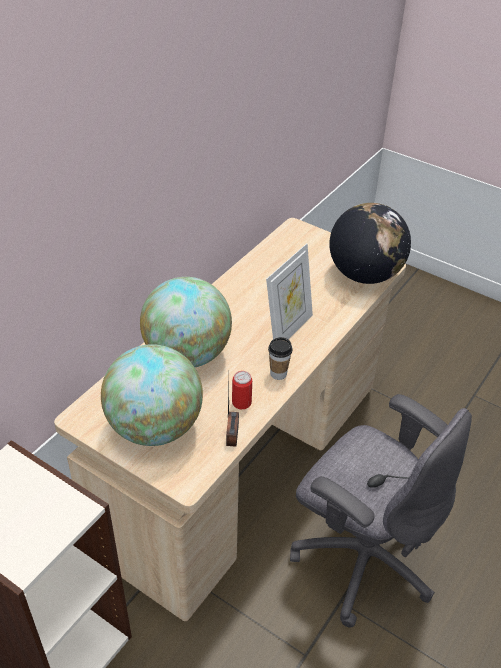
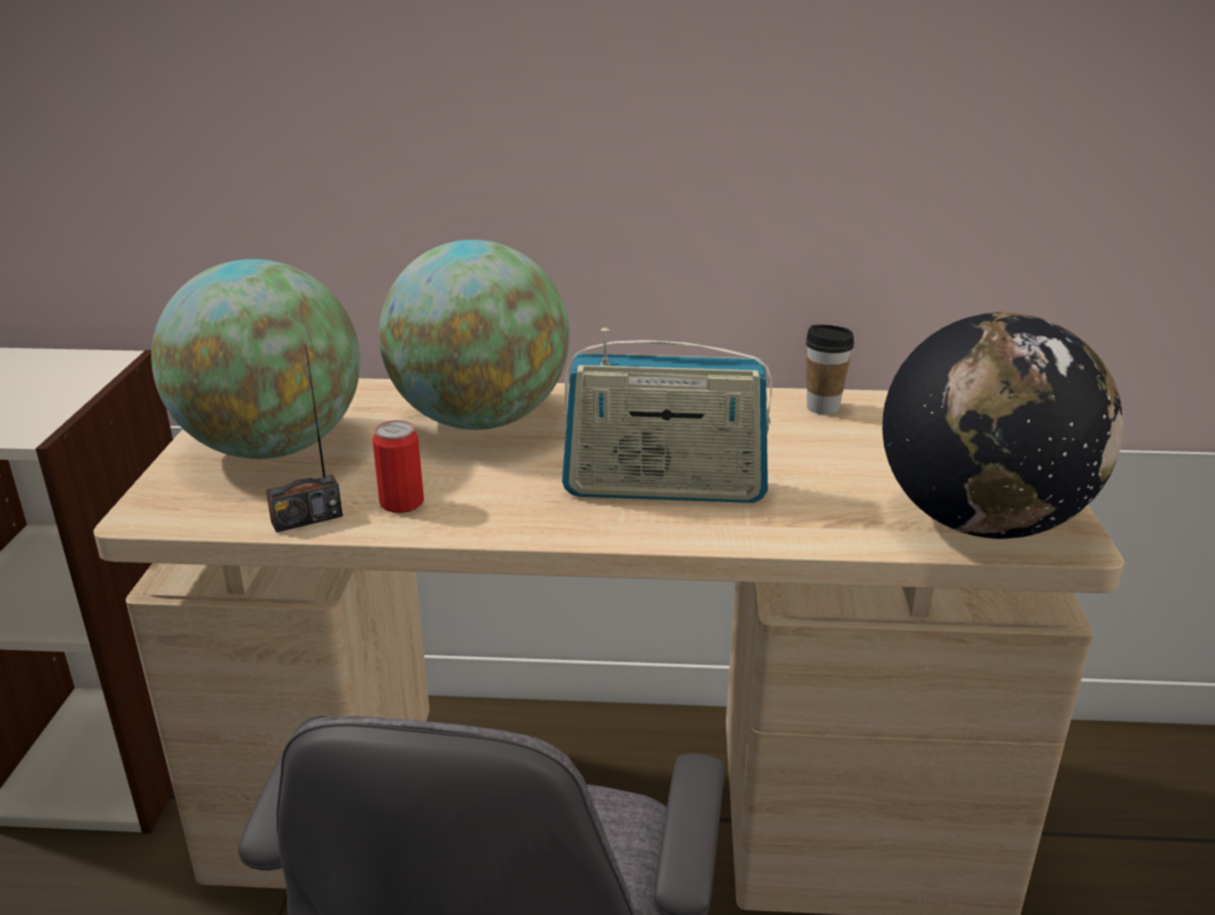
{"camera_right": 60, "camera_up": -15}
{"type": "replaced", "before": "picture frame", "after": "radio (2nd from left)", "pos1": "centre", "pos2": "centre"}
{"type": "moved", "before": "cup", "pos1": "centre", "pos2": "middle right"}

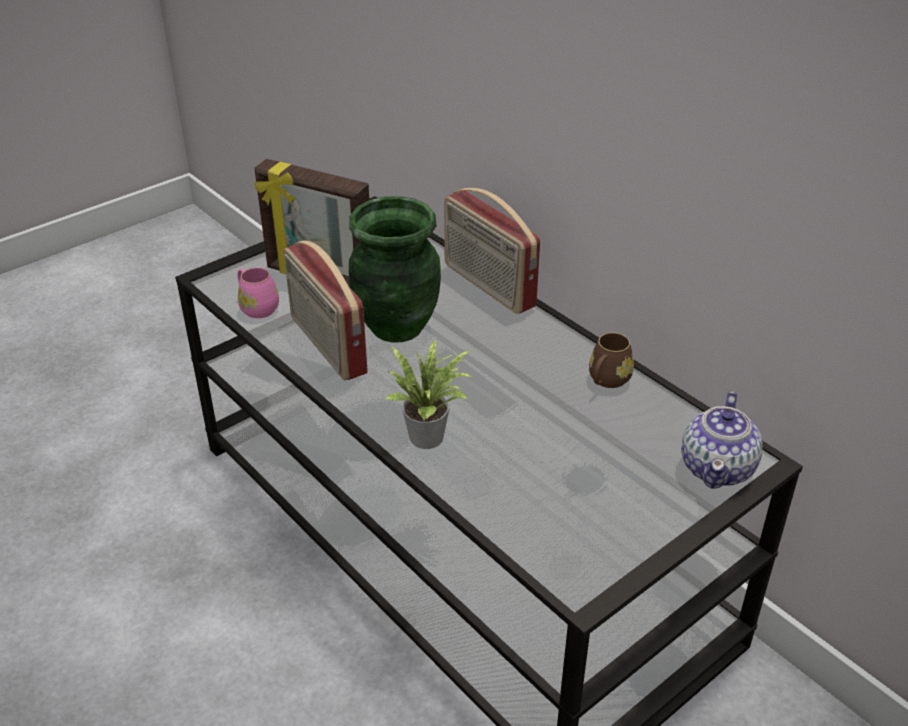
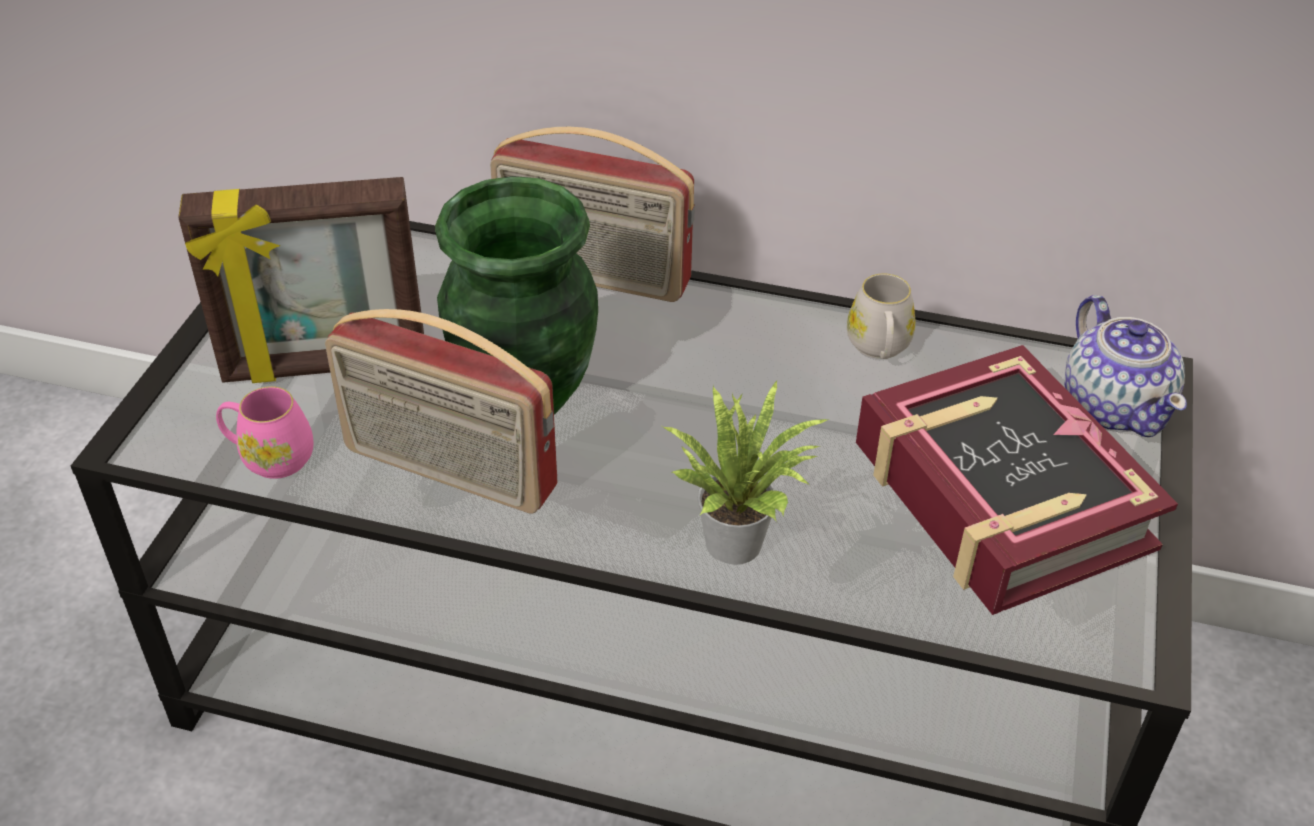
{"camera_right": -35, "camera_up": 5}
{"type": "recoloured", "before": "mug (brown)", "after": "mug (white)", "pos1": "middle right", "pos2": "middle right"}
{"type": "added", "after": "book", "pos2": "middle right"}

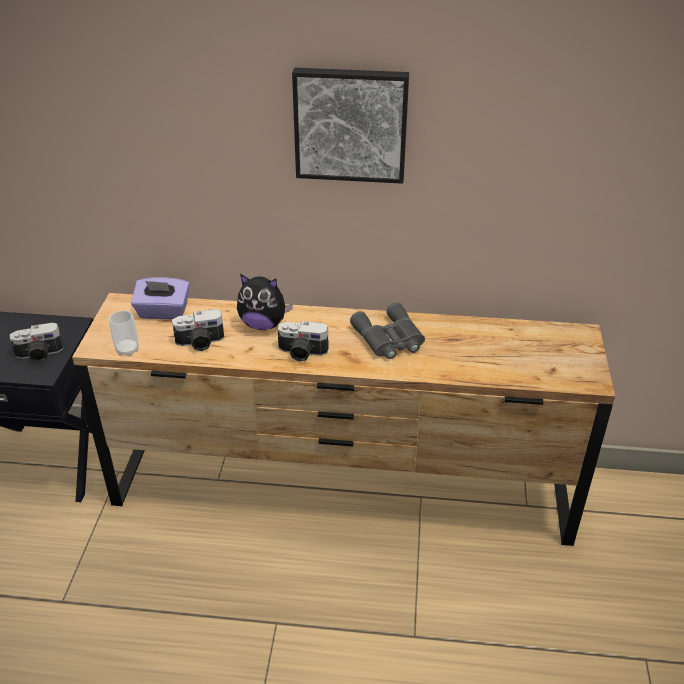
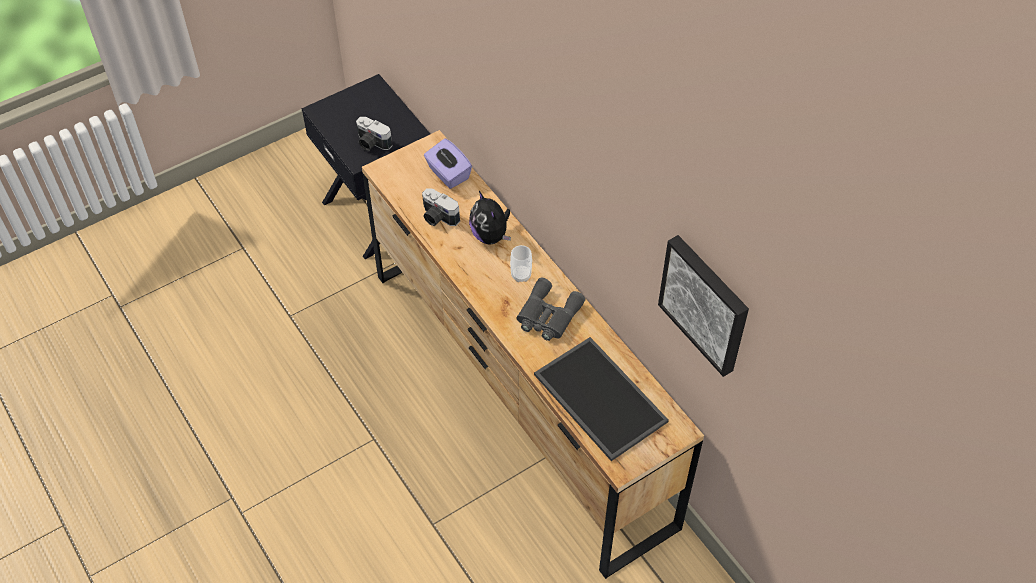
{"camera_right": 50, "camera_up": 15}
{"type": "moved", "before": "picture", "pos1": "top centre", "pos2": "middle right"}
{"type": "moved", "before": "cup", "pos1": "middle left", "pos2": "centre"}
{"type": "removed", "before": "photo camera (3rd from left)", "pos1": "centre"}
{"type": "added", "after": "tray", "pos2": "bottom centre"}

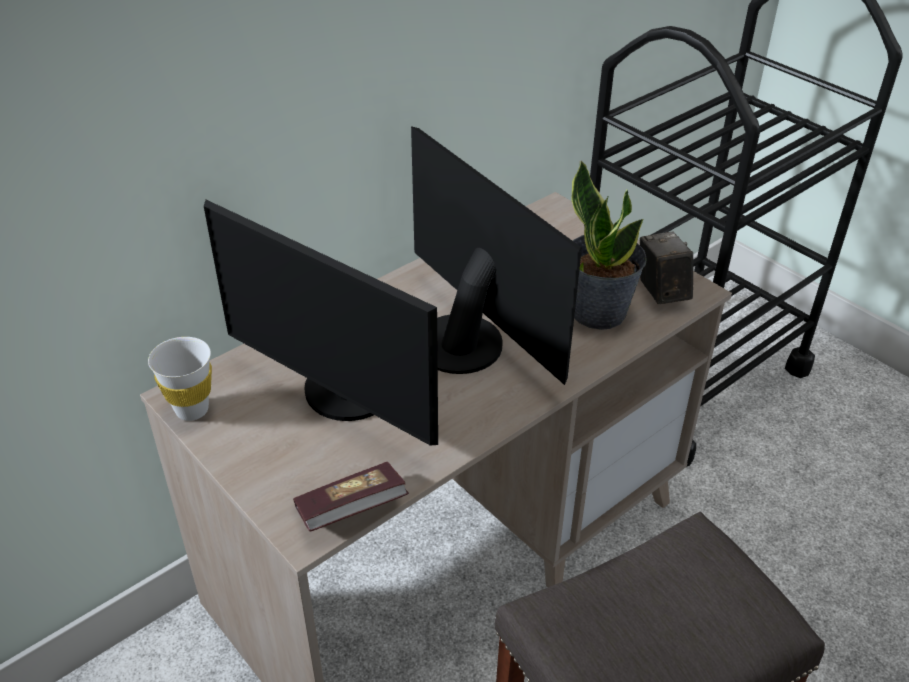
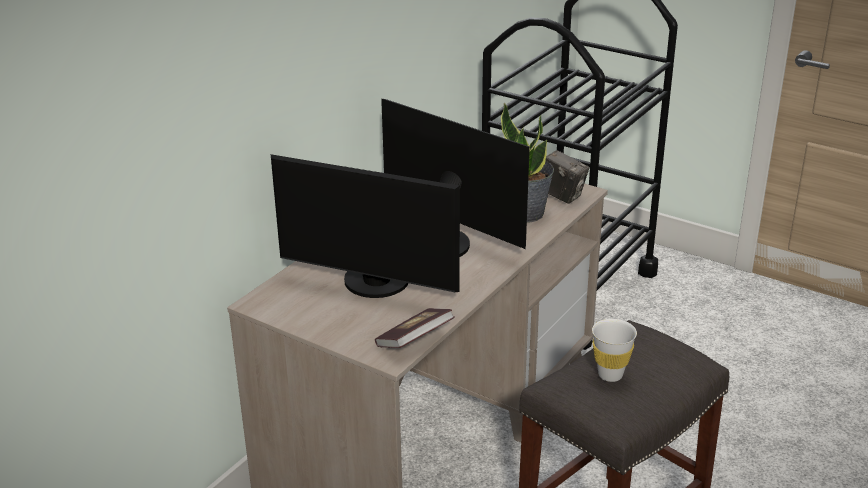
{"camera_right": -15, "camera_up": -10}
{"type": "turned", "before": "photo camera", "pos1": "middle right", "pos2": "centre", "turn": 150}
{"type": "moved", "before": "cup (white)", "pos1": "middle left", "pos2": "bottom right"}

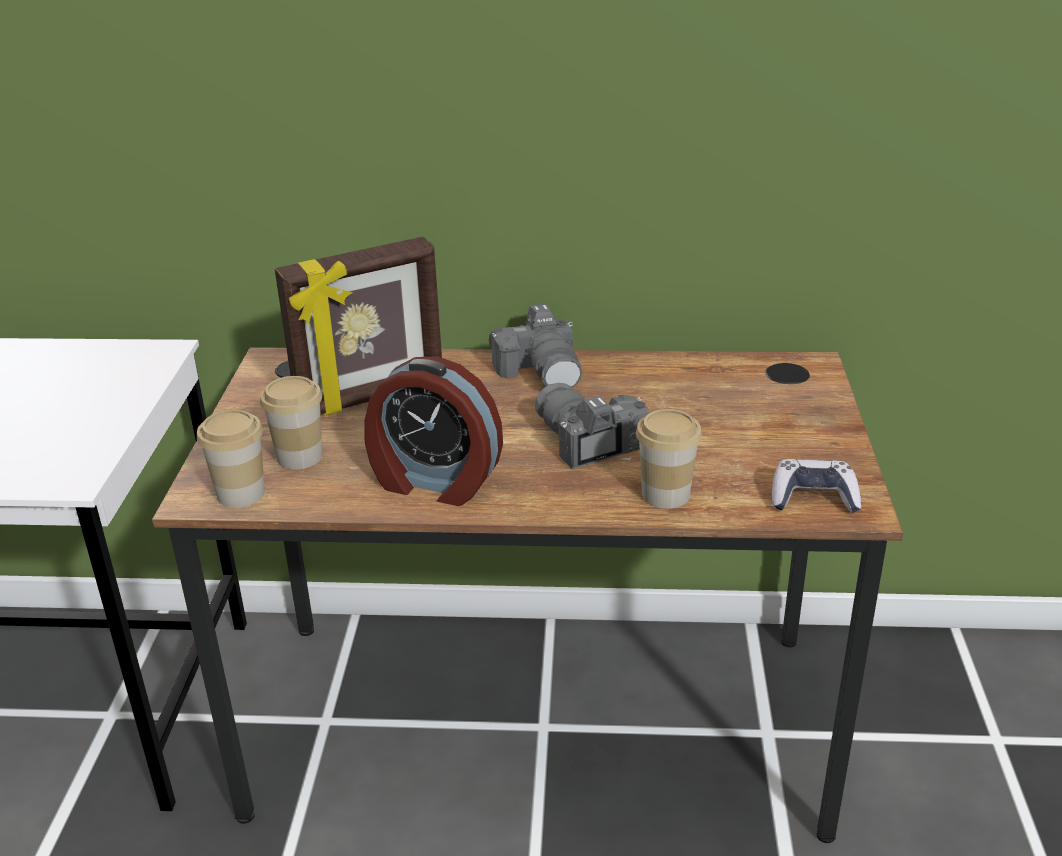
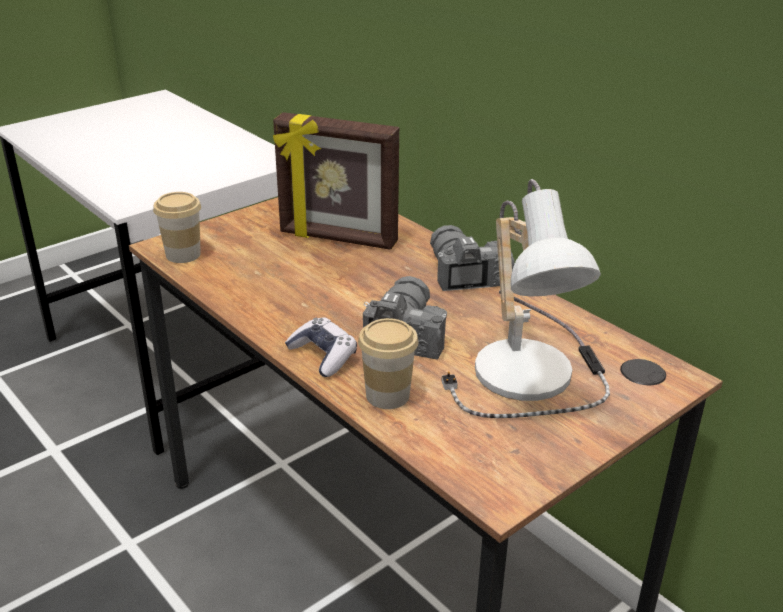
{"camera_right": 45, "camera_up": 0}
{"type": "turned", "before": "photo camera (1st from left in the first image)", "pos1": "centre", "pos2": "centre", "turn": 135}
{"type": "removed", "before": "alarm clock", "pos1": "centre"}
{"type": "removed", "before": "cup (2nd from left)", "pos1": "middle left"}
{"type": "moved", "before": "game controller", "pos1": "middle right", "pos2": "centre"}
{"type": "added", "after": "table lamp", "pos2": "middle right"}

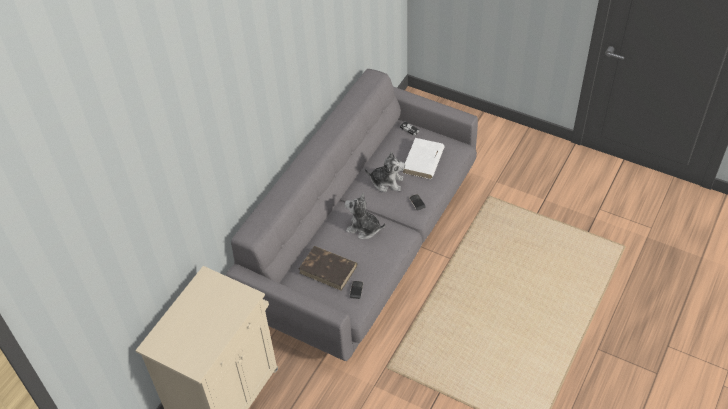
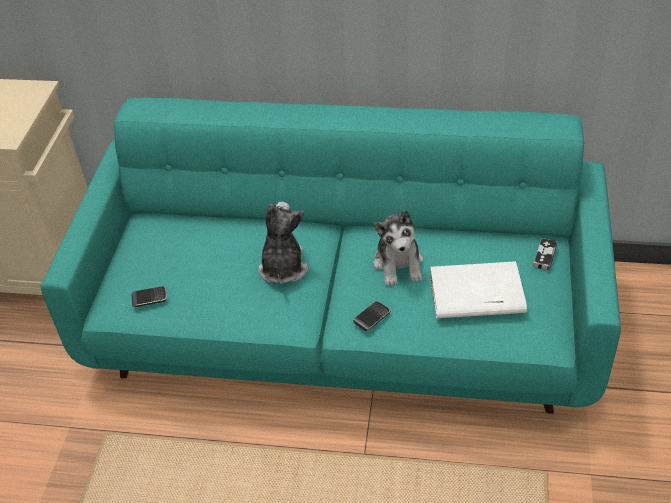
{"camera_right": 70, "camera_up": -5}
{"type": "recoloured", "before": "sofa (grey)", "after": "sofa (turquoise)", "pos1": "centre", "pos2": "centre"}
{"type": "removed", "before": "book (brown)", "pos1": "centre"}

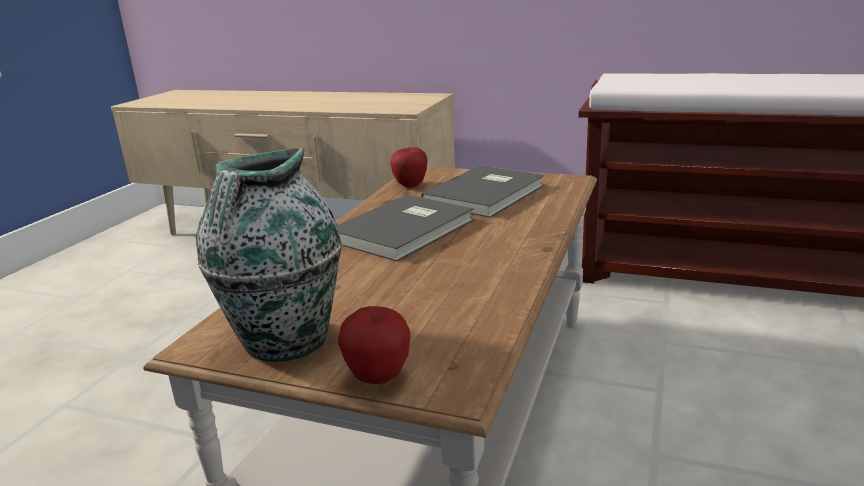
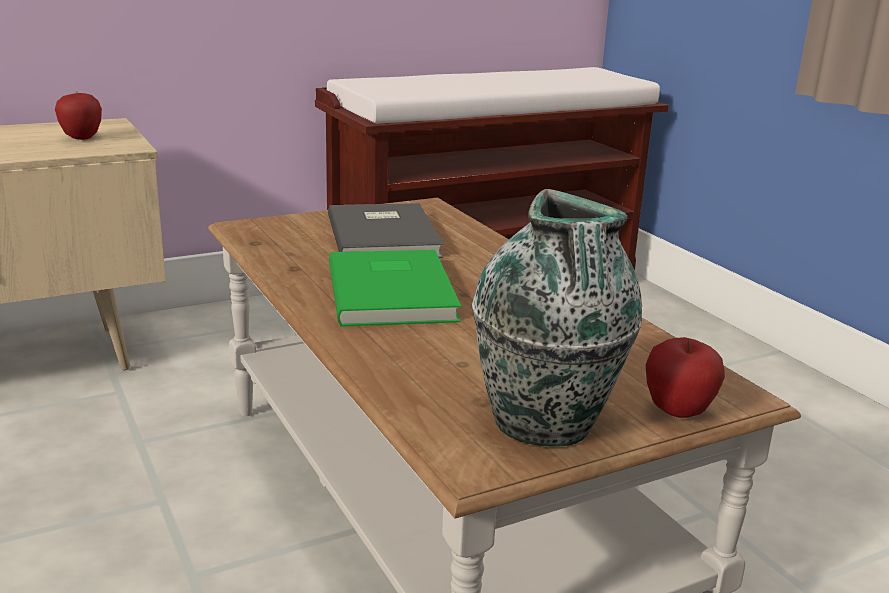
{"camera_right": -50, "camera_up": 0}
{"type": "moved", "before": "apple (2nd from left in the first image)", "after": "apple (1st from left)", "pos1": "centre", "pos2": "top left"}
{"type": "recoloured", "before": "book (grey) (1st from left)", "after": "book (green)", "pos1": "centre", "pos2": "centre"}

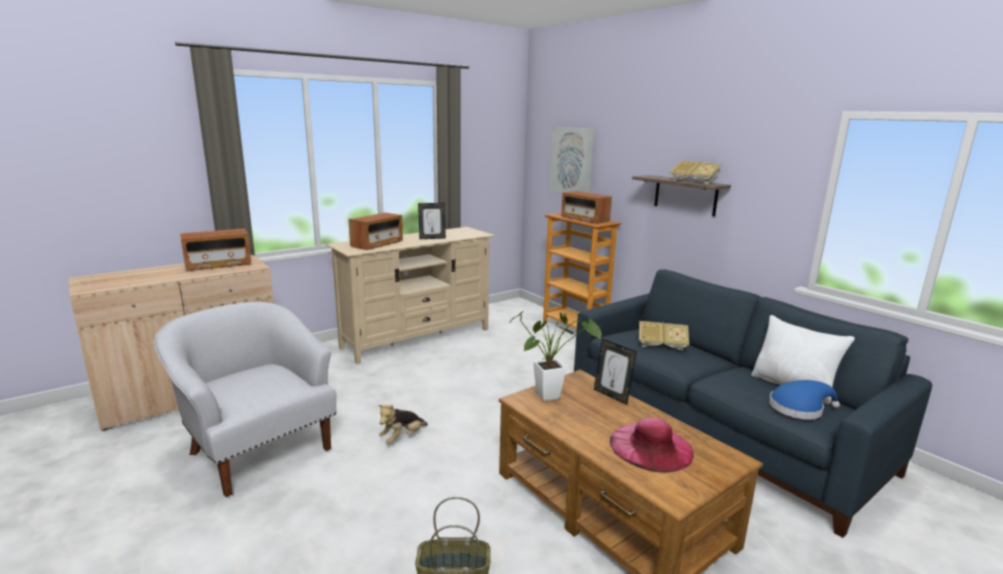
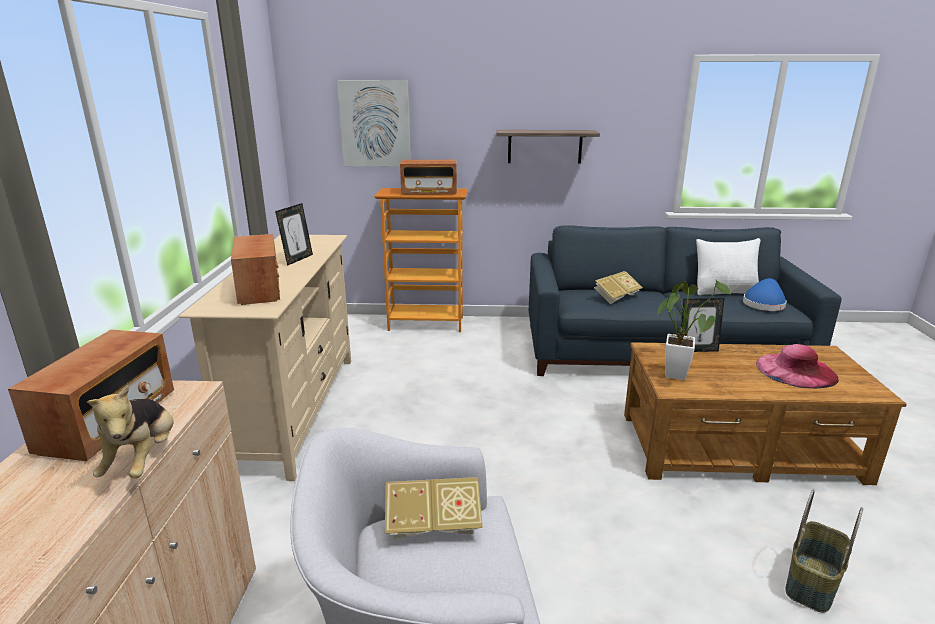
{"camera_right": -50, "camera_up": 5}
{"type": "moved", "before": "book (2nd from left in the first image)", "after": "book (1st from left)", "pos1": "top right", "pos2": "bottom centre"}
{"type": "moved", "before": "plush toy", "pos1": "bottom centre", "pos2": "bottom left"}

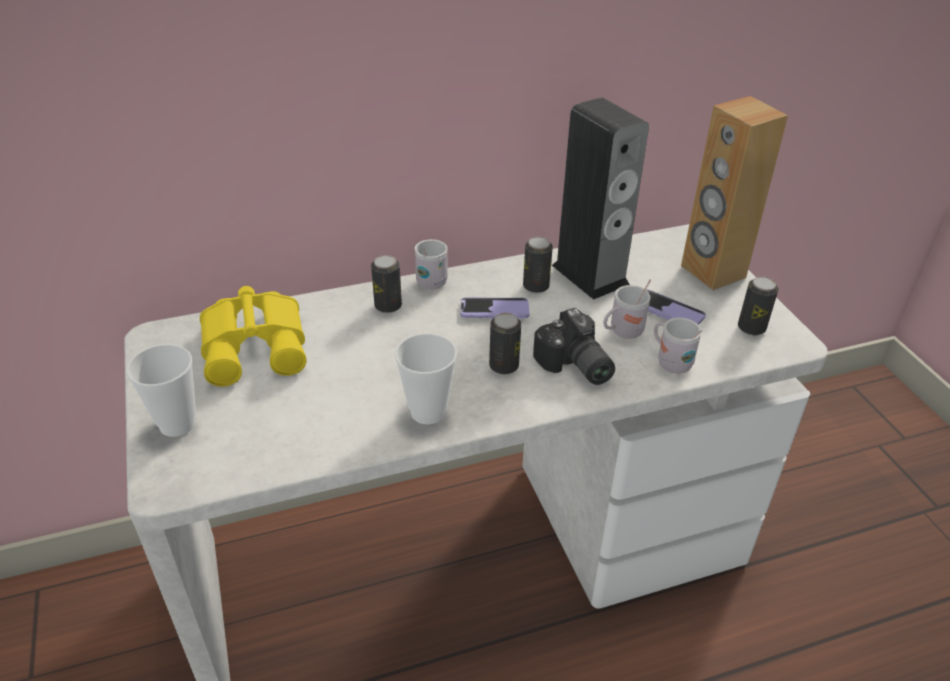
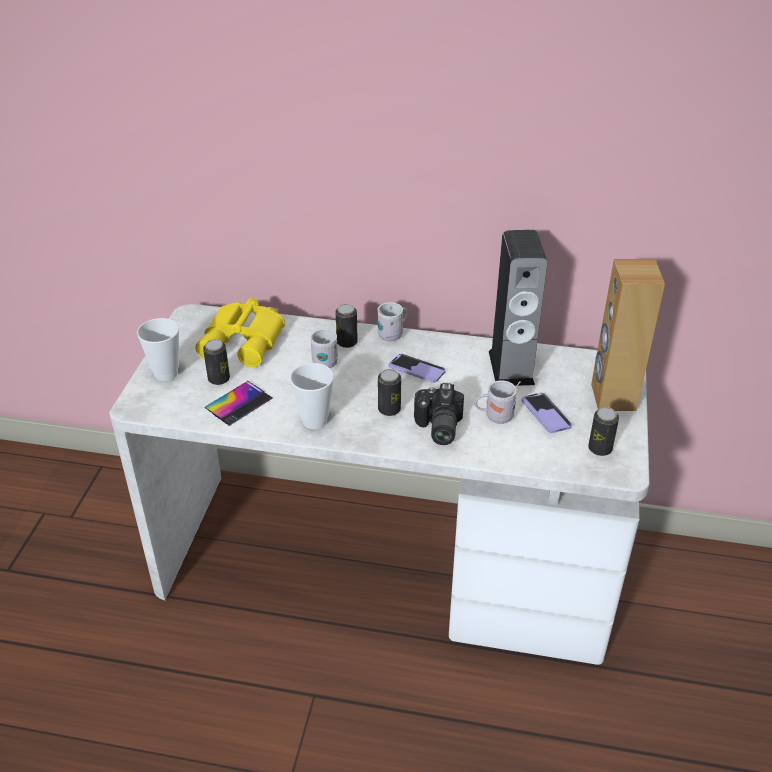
{"camera_right": 30, "camera_up": 0}
{"type": "moved", "before": "can (3rd from left in the first image)", "after": "can (1st from left)", "pos1": "centre", "pos2": "middle left"}
{"type": "moved", "before": "mug (white) (3rd from left in the first image)", "after": "mug (white) (1st from left)", "pos1": "middle right", "pos2": "centre"}
{"type": "added", "after": "phone (1st from left)", "pos2": "middle left"}

